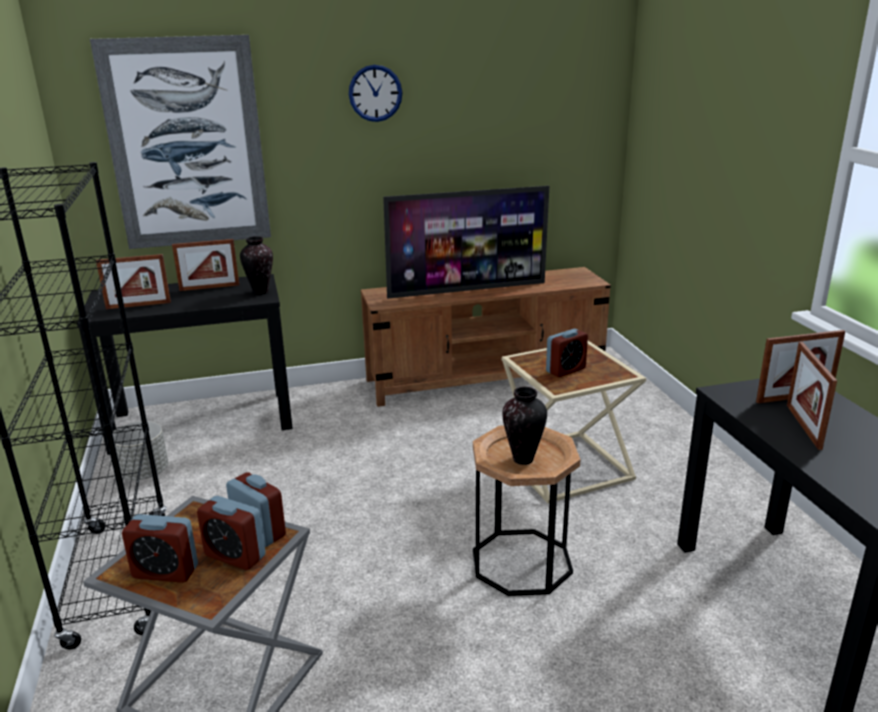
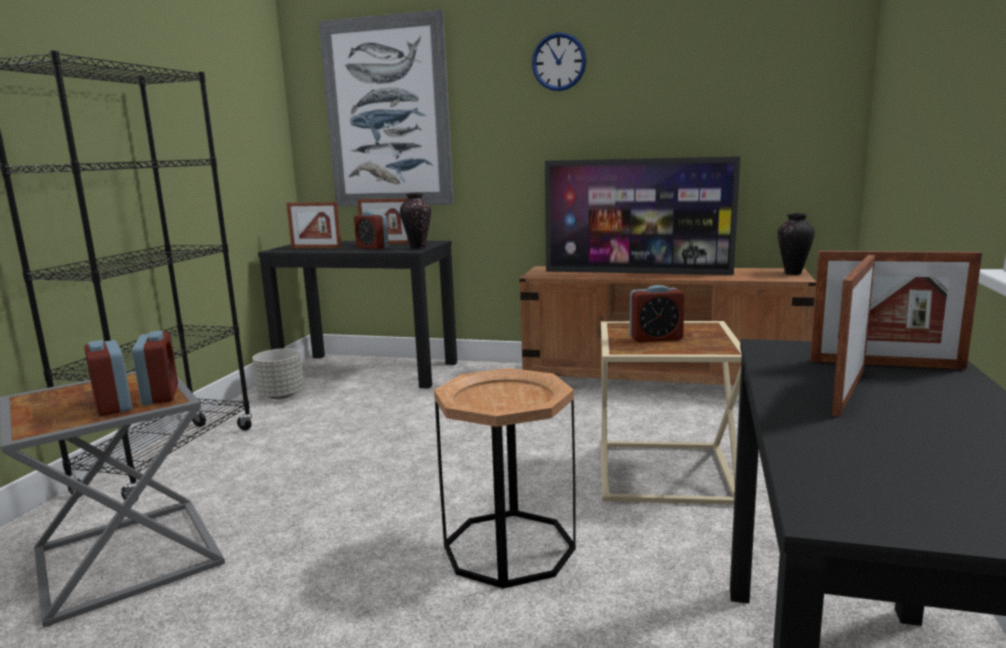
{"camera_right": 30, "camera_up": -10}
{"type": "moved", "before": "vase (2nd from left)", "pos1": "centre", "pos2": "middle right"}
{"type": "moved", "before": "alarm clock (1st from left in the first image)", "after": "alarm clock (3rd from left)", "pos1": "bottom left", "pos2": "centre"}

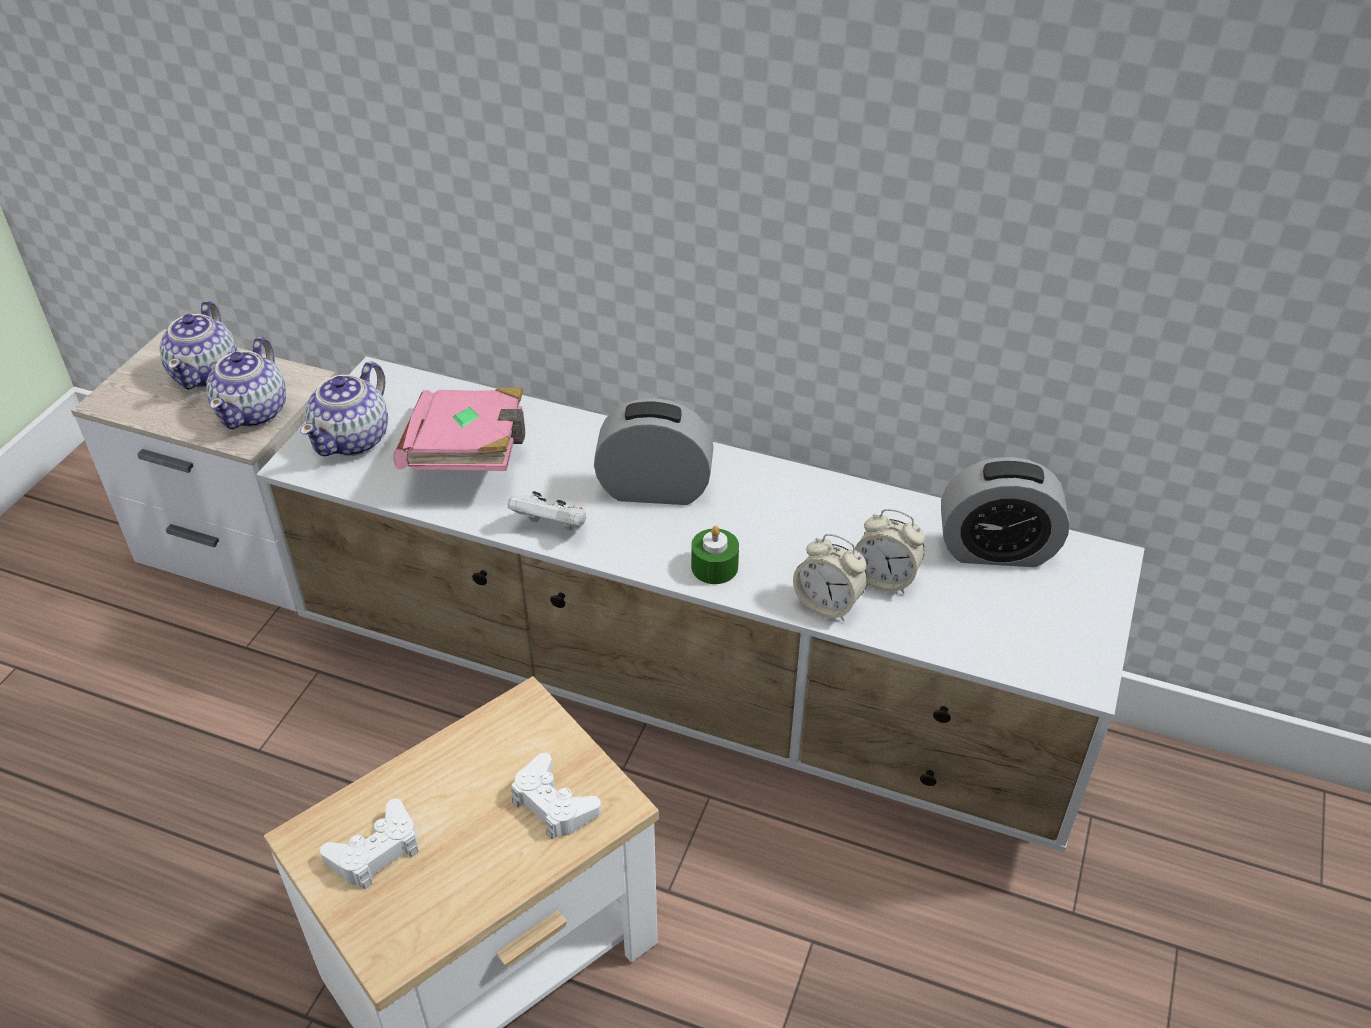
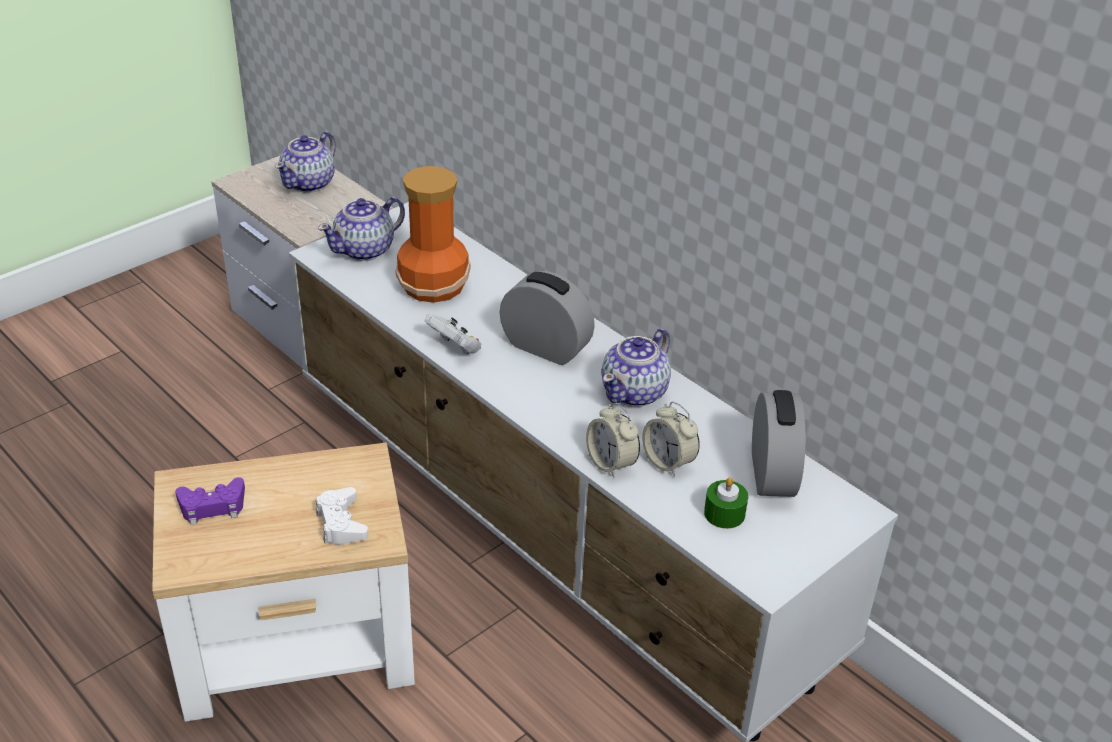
{"camera_right": 25, "camera_up": -5}
{"type": "moved", "before": "teapot (2nd from left in the first image)", "after": "teapot (3rd from left)", "pos1": "middle left", "pos2": "centre"}
{"type": "replaced", "before": "book (pink)", "after": "vase", "pos1": "centre", "pos2": "top centre"}
{"type": "turned", "before": "alarm clock (4th from left)", "pos1": "middle right", "pos2": "middle right", "turn": -120}
{"type": "moved", "before": "candle (green)", "pos1": "centre", "pos2": "bottom centre"}
{"type": "recoloured", "before": "game controller (white) (1st from left)", "after": "game controller (purple)", "pos1": "bottom left", "pos2": "bottom left"}

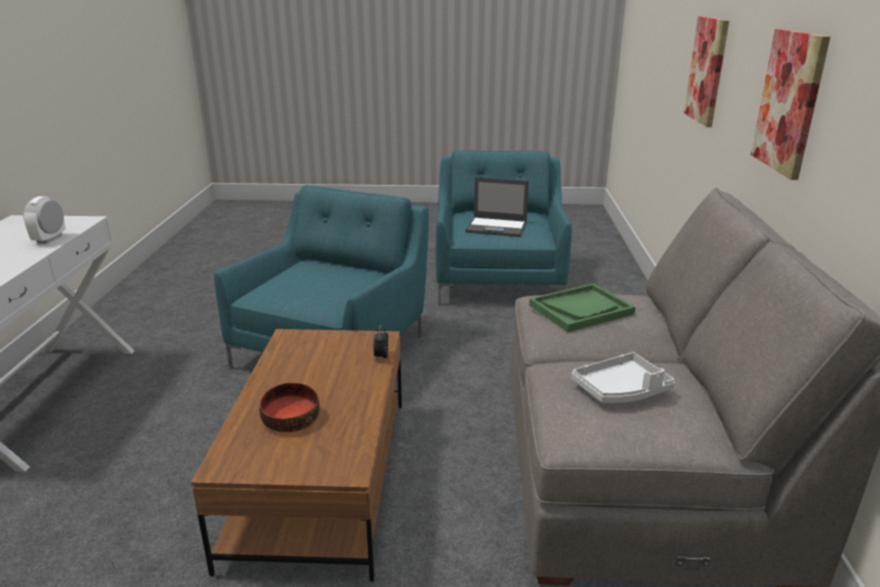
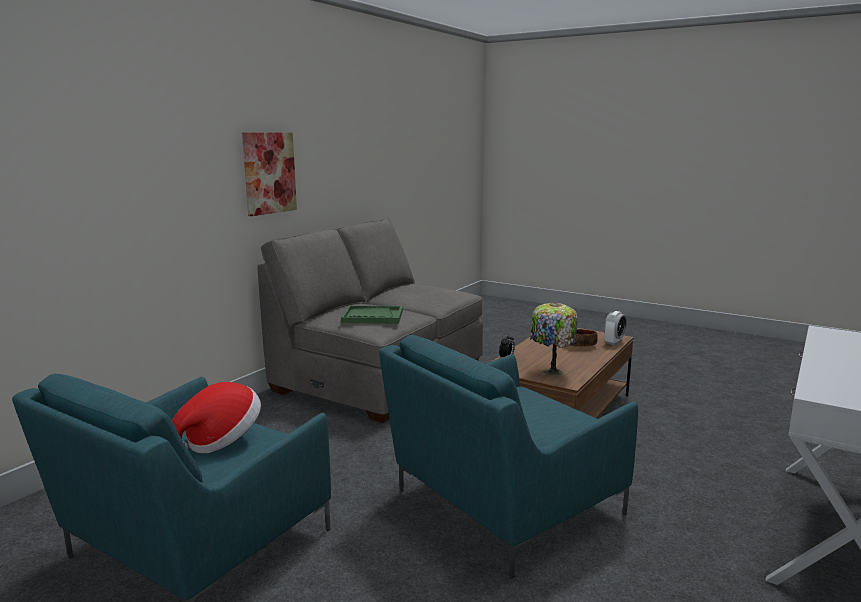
{"camera_right": -150, "camera_up": -10}
{"type": "removed", "before": "picture (1st from left)", "pos1": "top right"}
{"type": "replaced", "before": "laptop", "after": "hat", "pos1": "centre", "pos2": "bottom left"}
{"type": "moved", "before": "alarm clock (1st from left in the first image)", "after": "alarm clock (2nd from left)", "pos1": "middle left", "pos2": "middle right"}
{"type": "removed", "before": "tray (grey)", "pos1": "middle right"}
{"type": "added", "after": "table lamp", "pos2": "centre"}

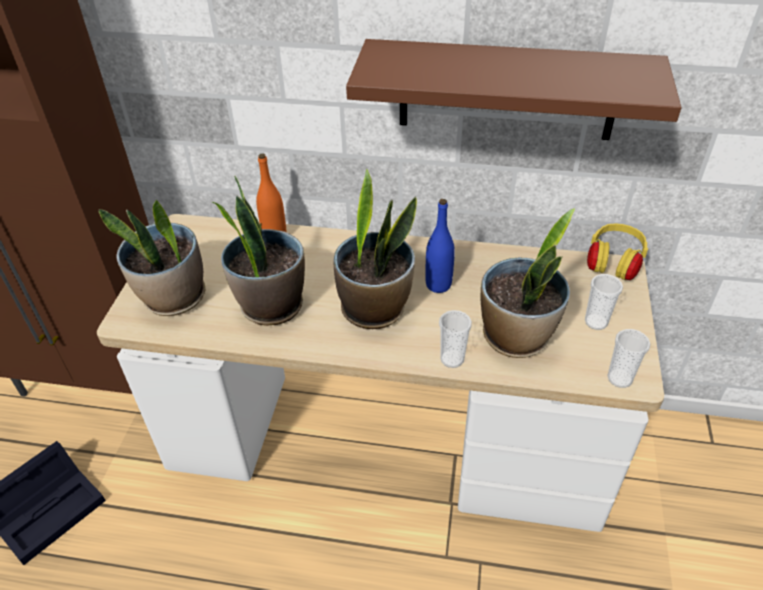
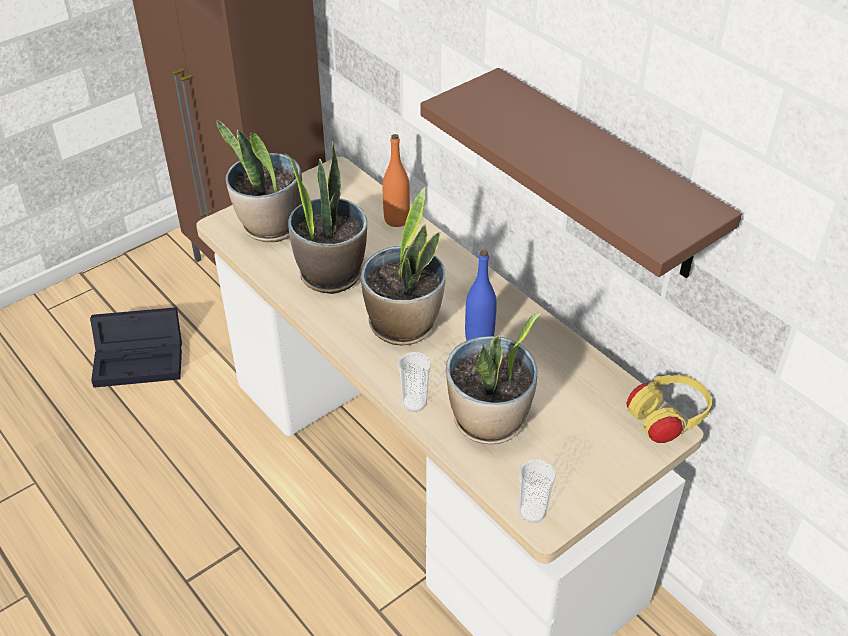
{"camera_right": 40, "camera_up": 0}
{"type": "removed", "before": "cup (2nd from left)", "pos1": "middle right"}

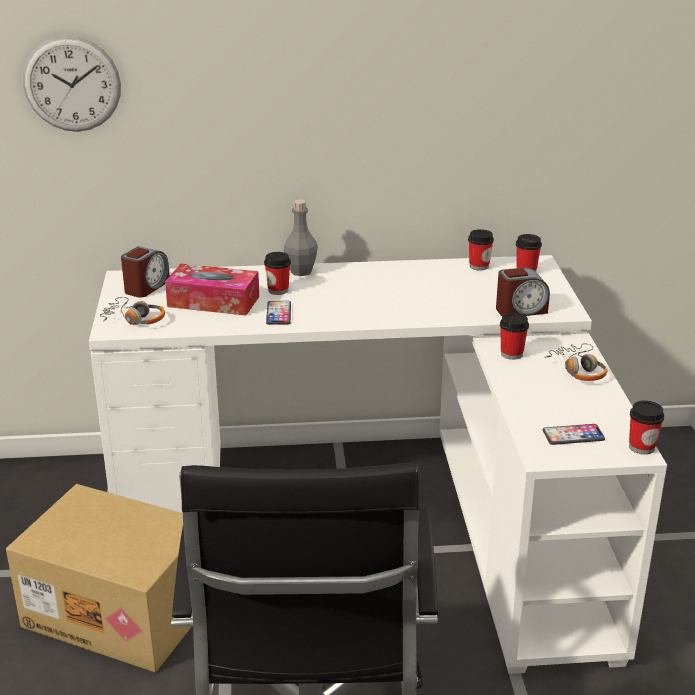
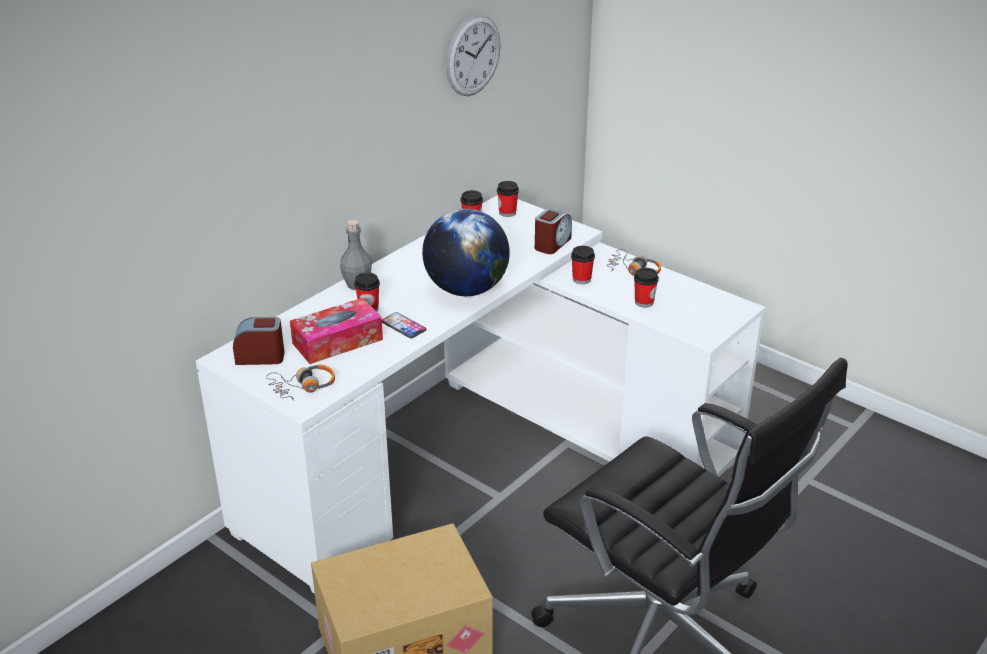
{"camera_right": -45, "camera_up": 5}
{"type": "moved", "before": "wall clock", "pos1": "top left", "pos2": "top centre"}
{"type": "turned", "before": "alarm clock (1st from left)", "pos1": "middle left", "pos2": "middle left", "turn": -75}
{"type": "moved", "before": "cup (5th from left)", "pos1": "middle right", "pos2": "centre"}
{"type": "removed", "before": "phone (2nd from left)", "pos1": "middle right"}
{"type": "added", "after": "globe", "pos2": "centre"}

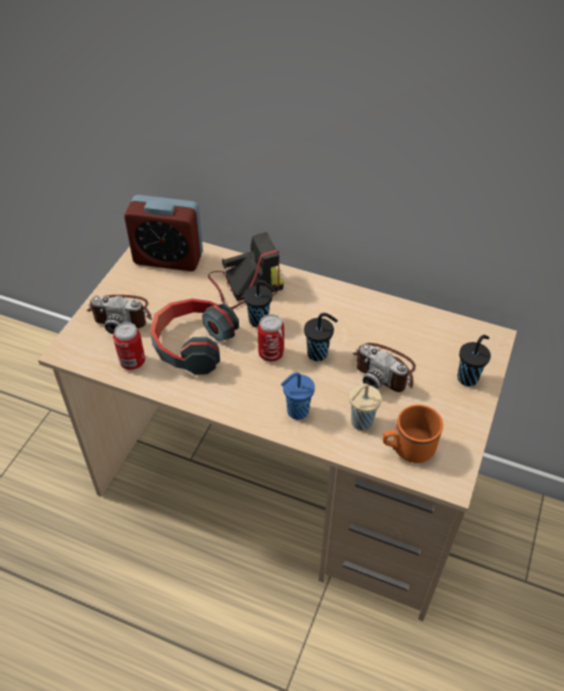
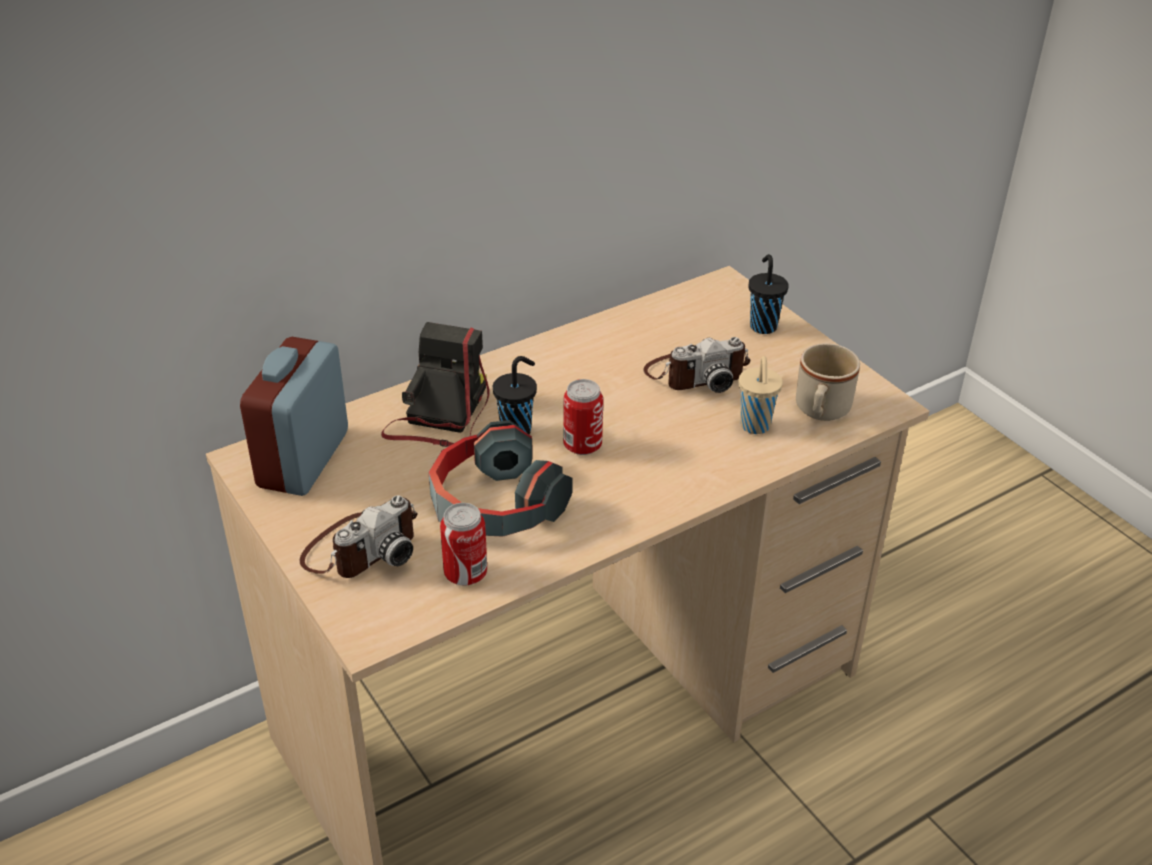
{"camera_right": -55, "camera_up": -10}
{"type": "turned", "before": "alarm clock", "pos1": "middle left", "pos2": "middle left", "turn": 150}
{"type": "removed", "before": "cup (black) (2nd from left)", "pos1": "centre"}
{"type": "removed", "before": "cup (blue)", "pos1": "centre"}
{"type": "recoloured", "before": "mug (orange)", "after": "mug (beige)", "pos1": "middle right", "pos2": "middle right"}

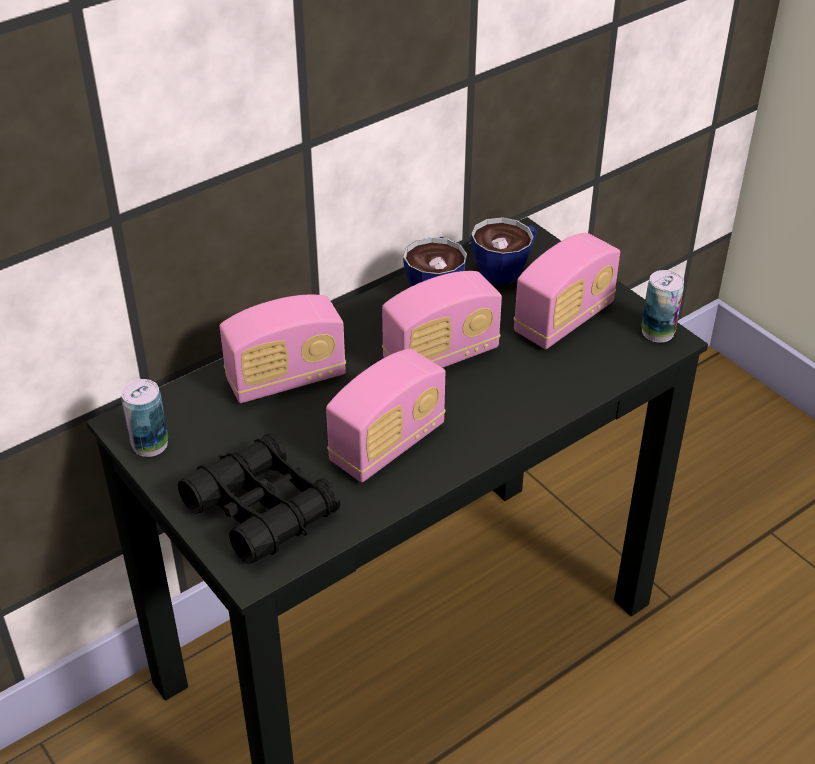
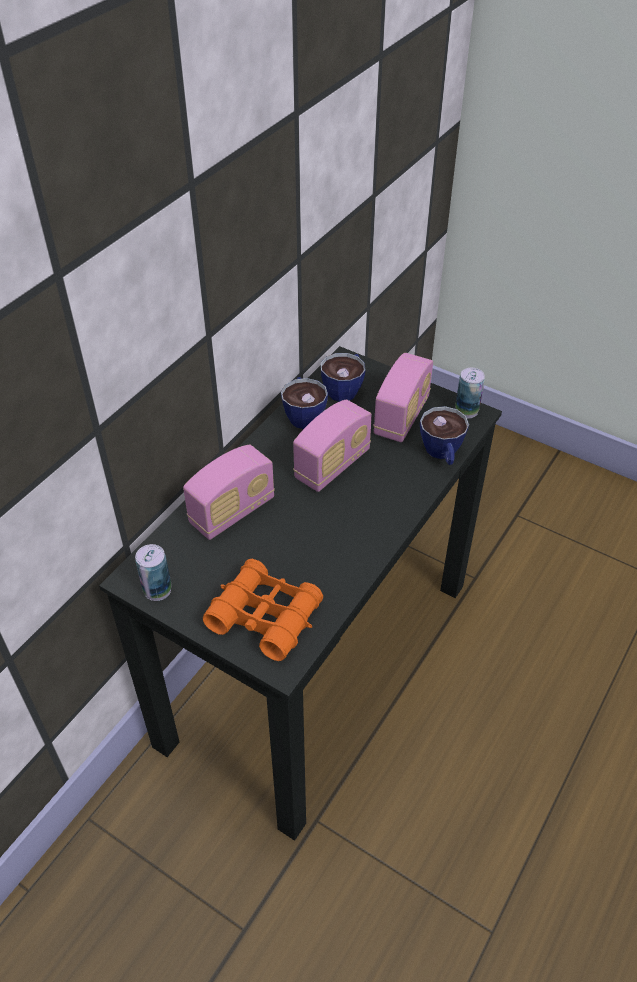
{"camera_right": -20, "camera_up": 5}
{"type": "removed", "before": "radio (2nd from left)", "pos1": "centre"}
{"type": "recoloured", "before": "binoculars (black)", "after": "binoculars (orange)", "pos1": "middle left", "pos2": "centre"}
{"type": "added", "after": "cup (3rd from left)", "pos2": "middle right"}

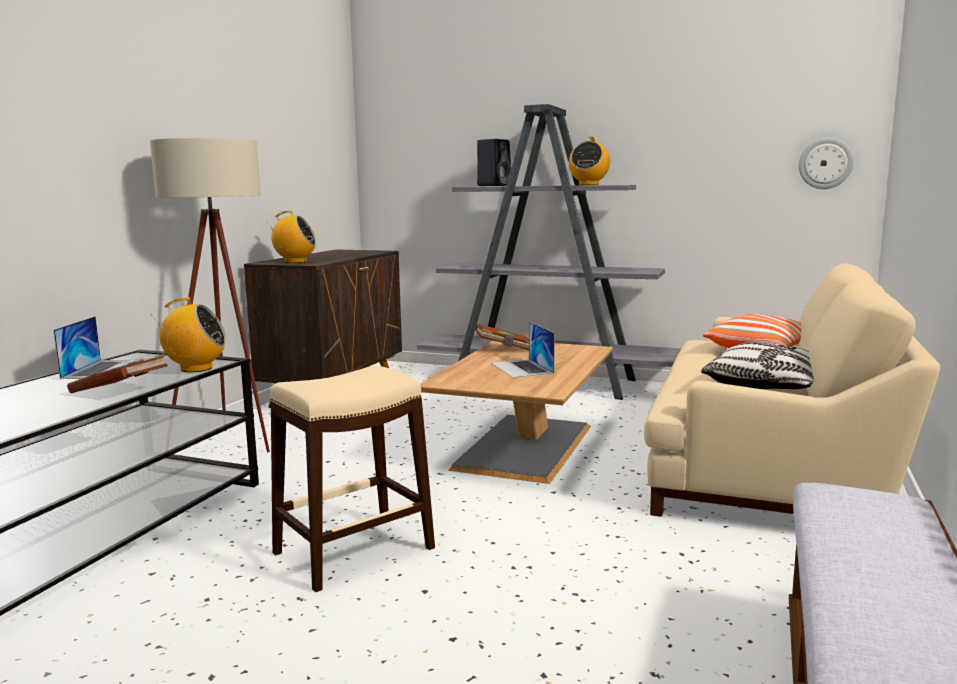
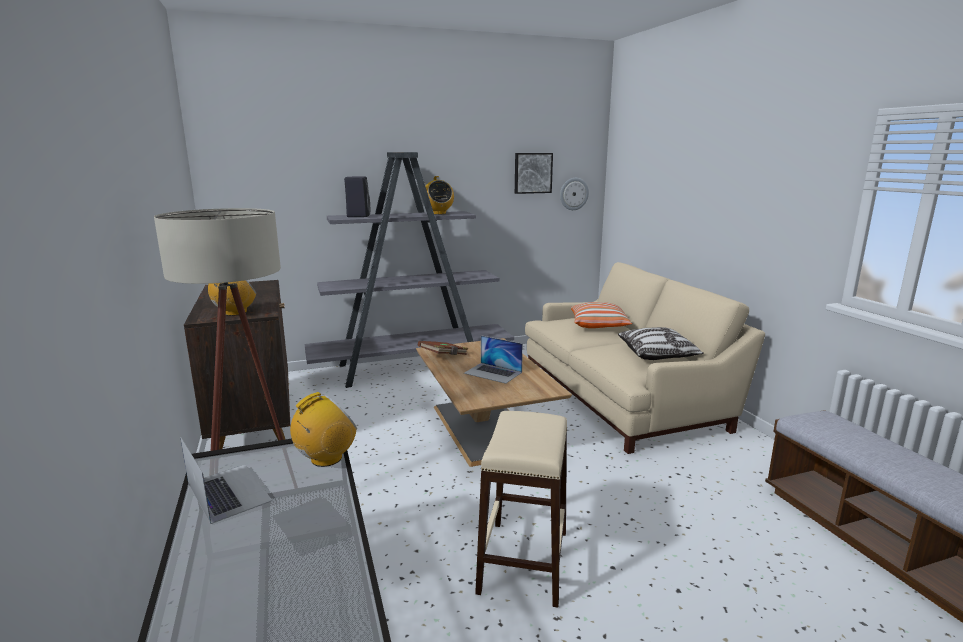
{"camera_right": -40, "camera_up": 5}
{"type": "removed", "before": "book (brown) (1st from left)", "pos1": "middle left"}
{"type": "added", "after": "picture", "pos2": "top centre"}

